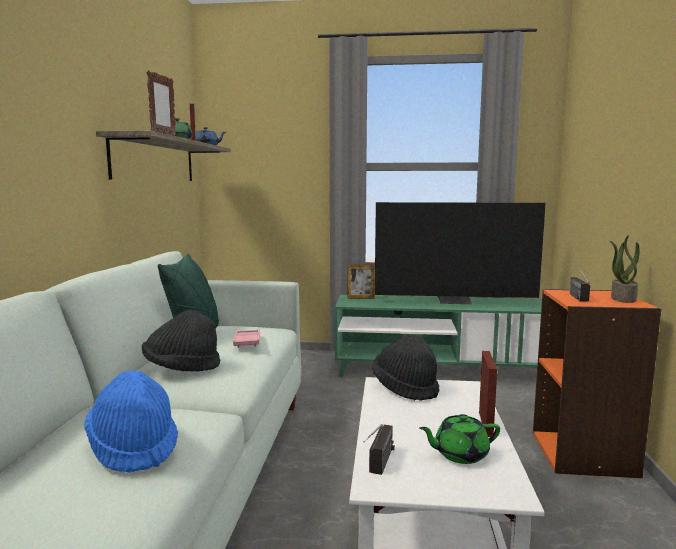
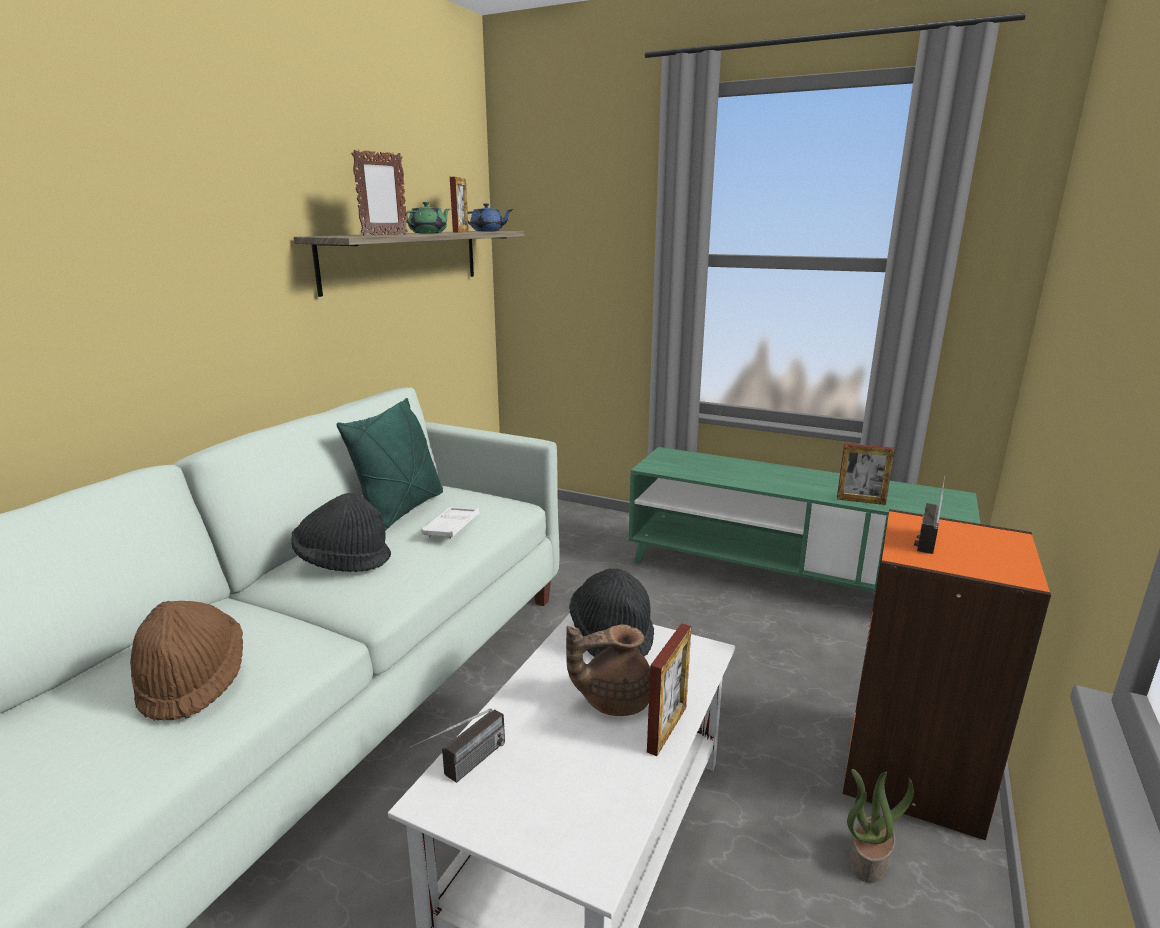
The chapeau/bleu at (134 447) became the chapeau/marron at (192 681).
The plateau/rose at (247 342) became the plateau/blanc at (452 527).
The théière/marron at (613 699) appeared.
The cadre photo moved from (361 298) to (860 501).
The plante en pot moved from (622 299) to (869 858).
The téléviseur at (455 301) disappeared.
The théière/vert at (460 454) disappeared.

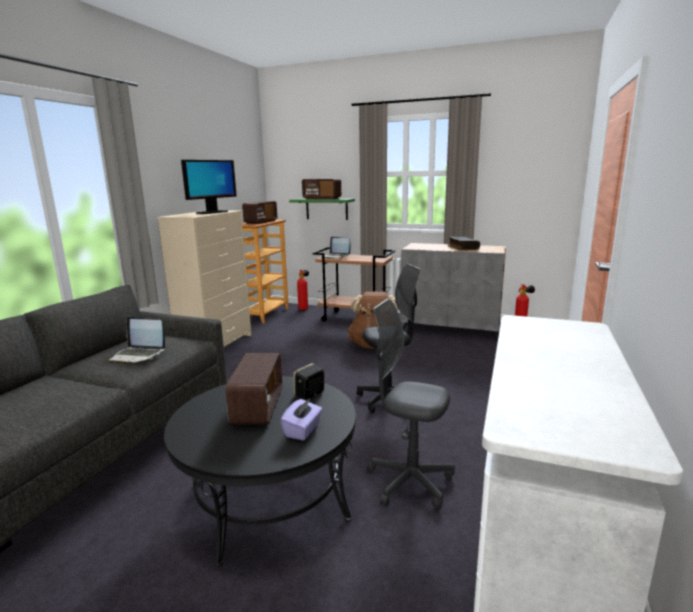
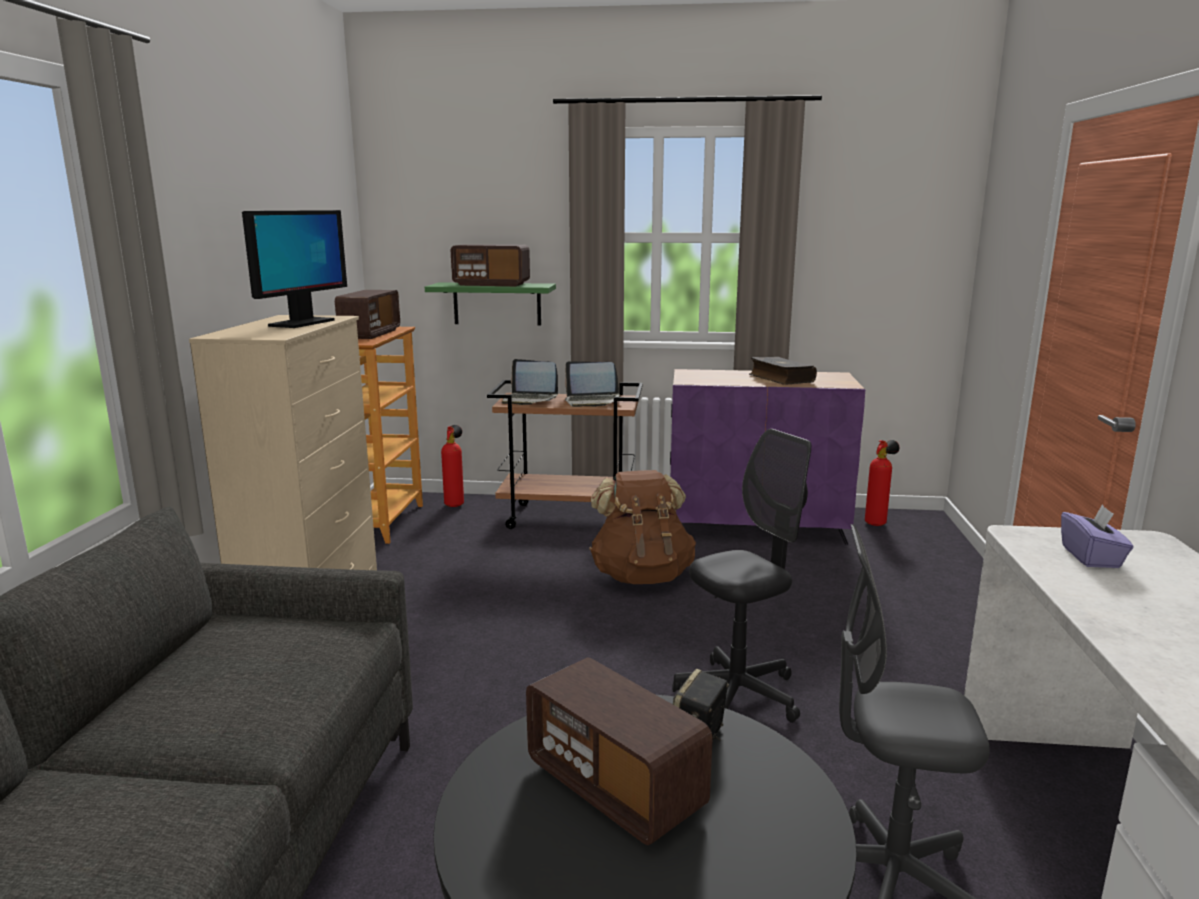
The radio at (258 407) turned 150 degrees clockwise.
The ordinateur portable moved from (138 355) to (593 401).
The meuble de rangement/gris at (450 329) became the meuble de rangement/violet at (756 527).
The boîte à mouchoirs/violet moved from (303 430) to (1091 557).

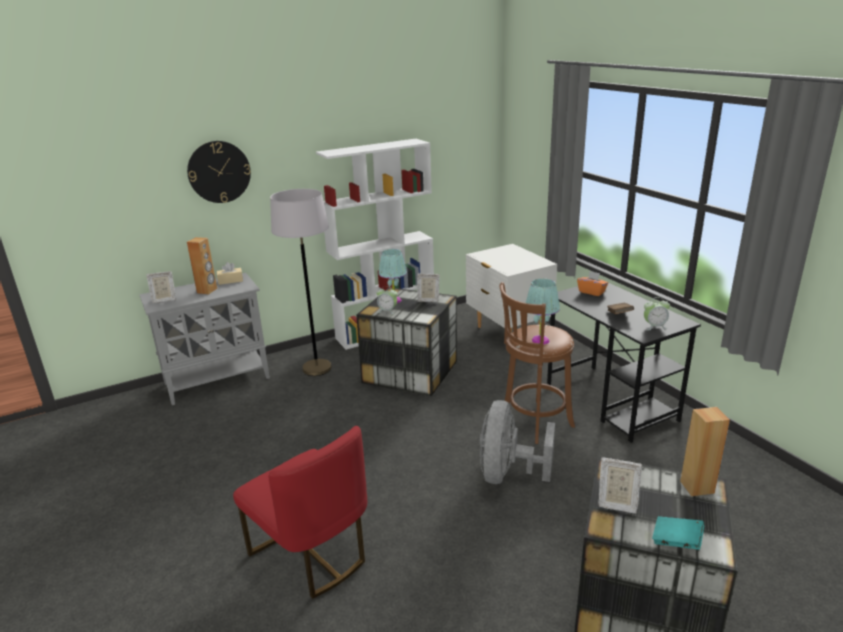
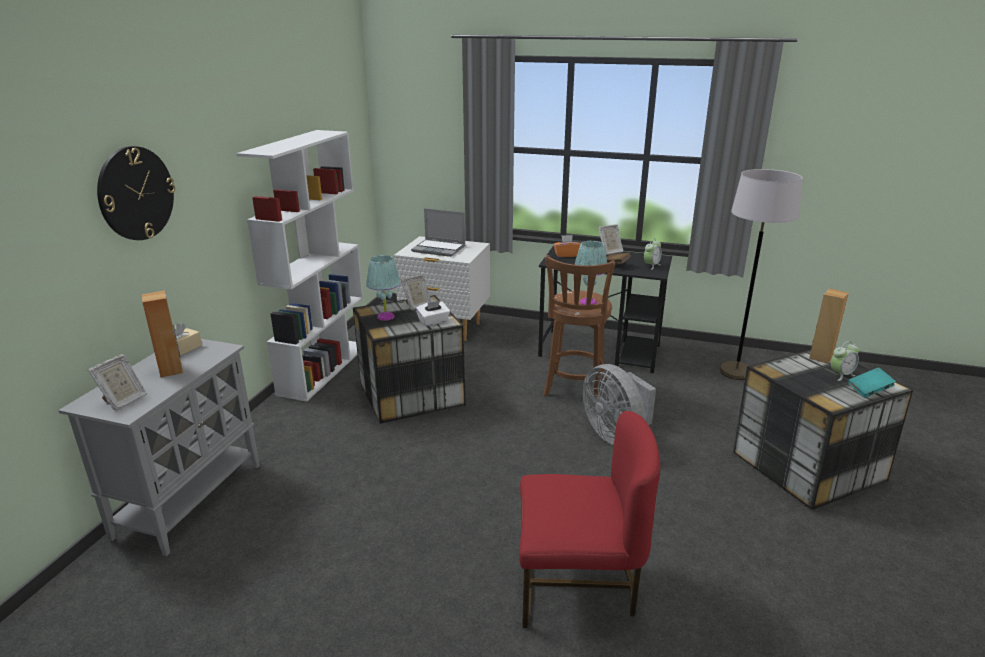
The ordinateur portable at (439 249) appeared.
The boîte à mouchoirs/blanc at (433 321) appeared.
The cadre photo moved from (616 503) to (609 252).
The lampadaire/gris moved from (317 368) to (736 372).
The réveil moved from (387 311) to (841 375).

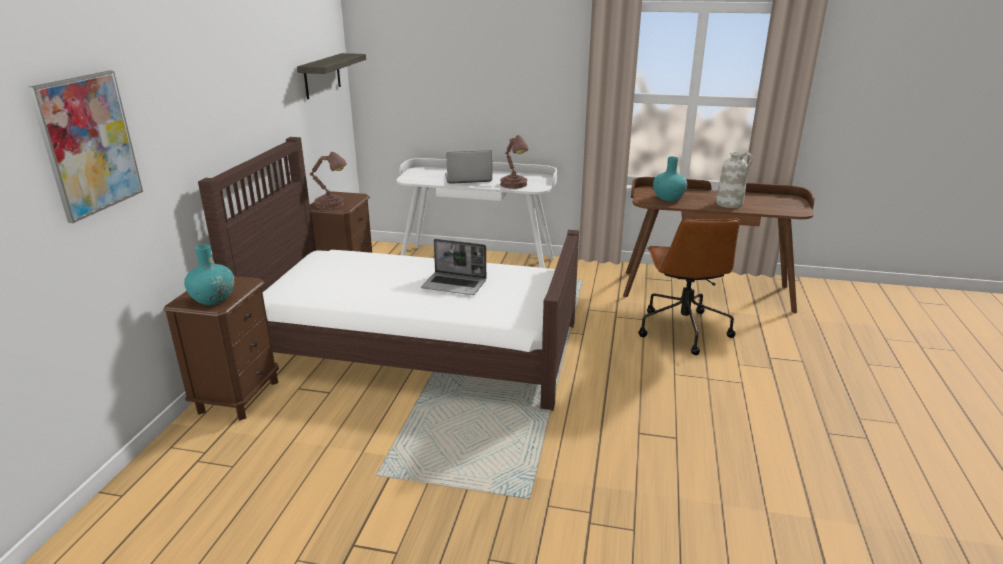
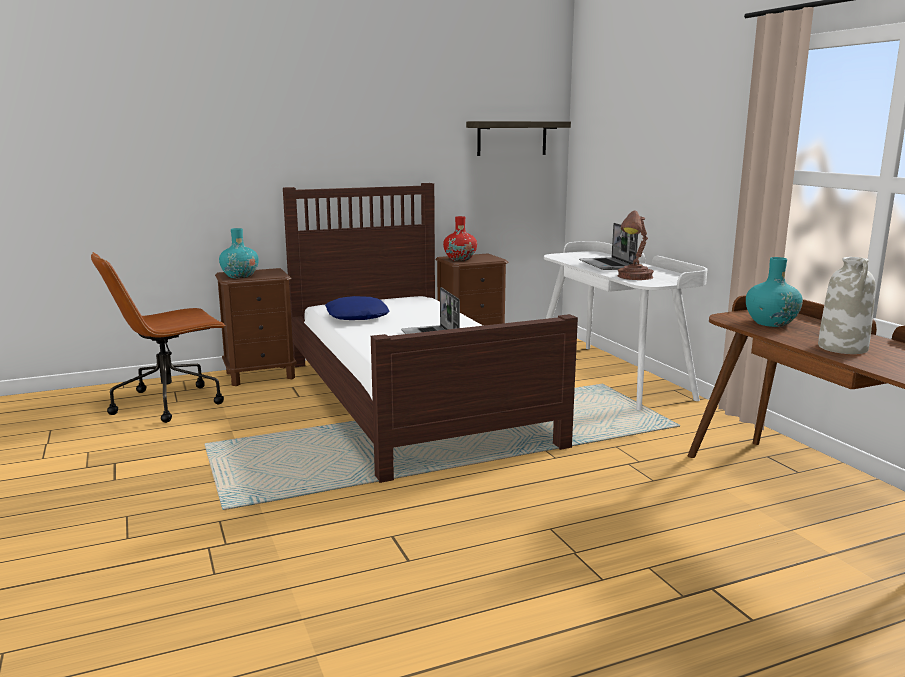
The chaise de bureau/marron moved from (682 329) to (170 403).
The coussin/bleu at (357 316) appeared.
The lampe de table/marron at (332 204) was replaced by the vase/rouge at (460 259).
The ordinateur portable at (467 178) turned 150 degrees counterclockwise.
The tableau at (89 144) disappeared.

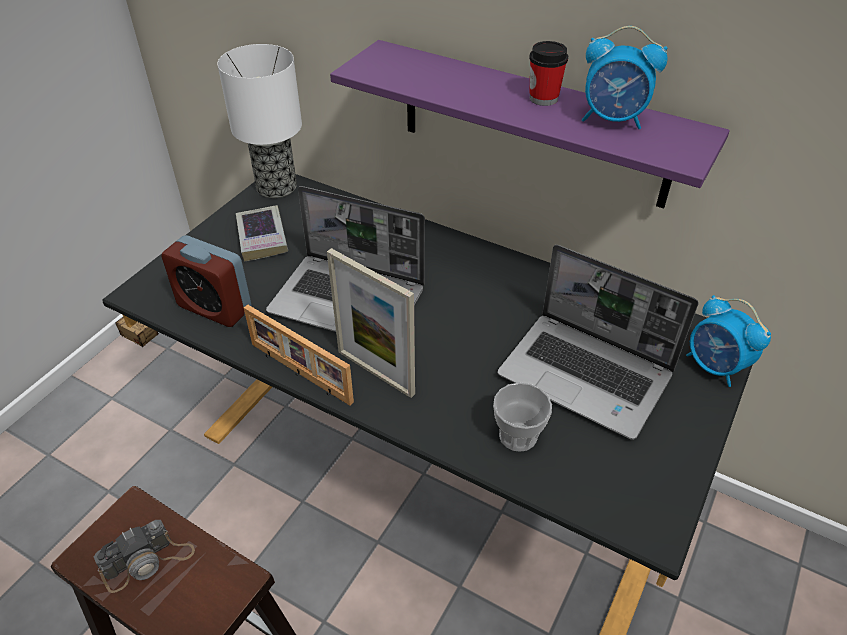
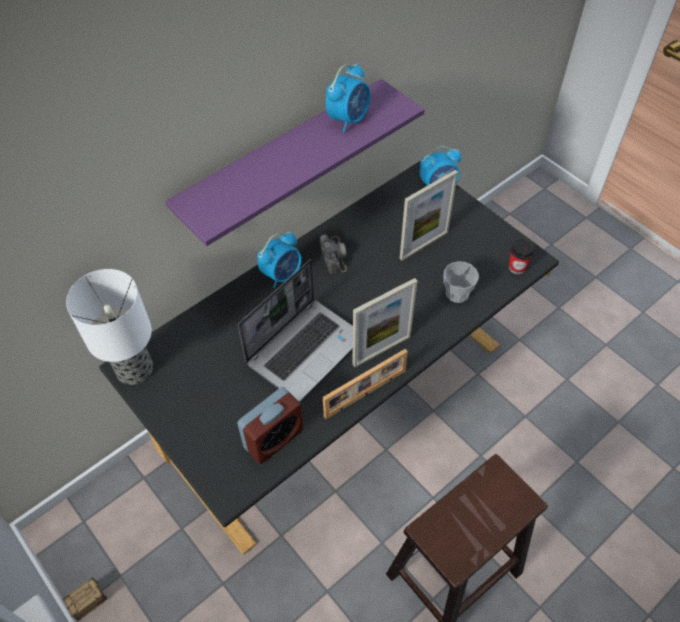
The réveil at (282 275) appeared.
The appareil photo moved from (148 561) to (334 255).
The ordinateur portable at (587 375) was replaced by the cadre photo at (424 245).
The tasse moved from (543 98) to (517 267).
The livre at (262 237) disappeared.

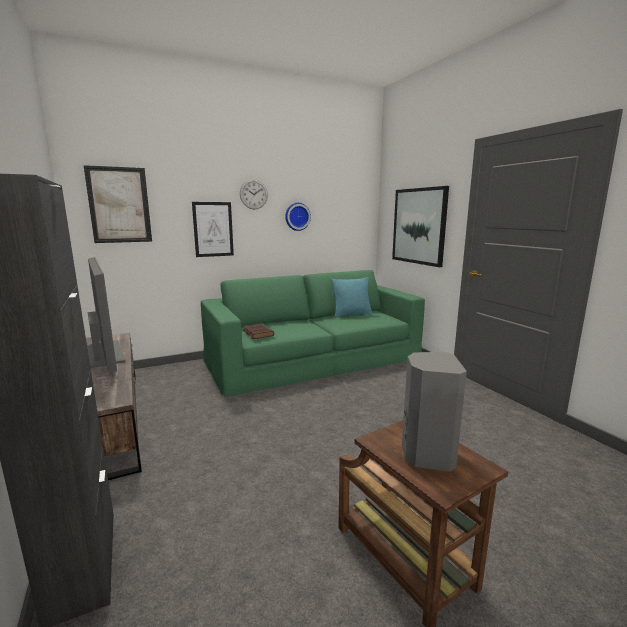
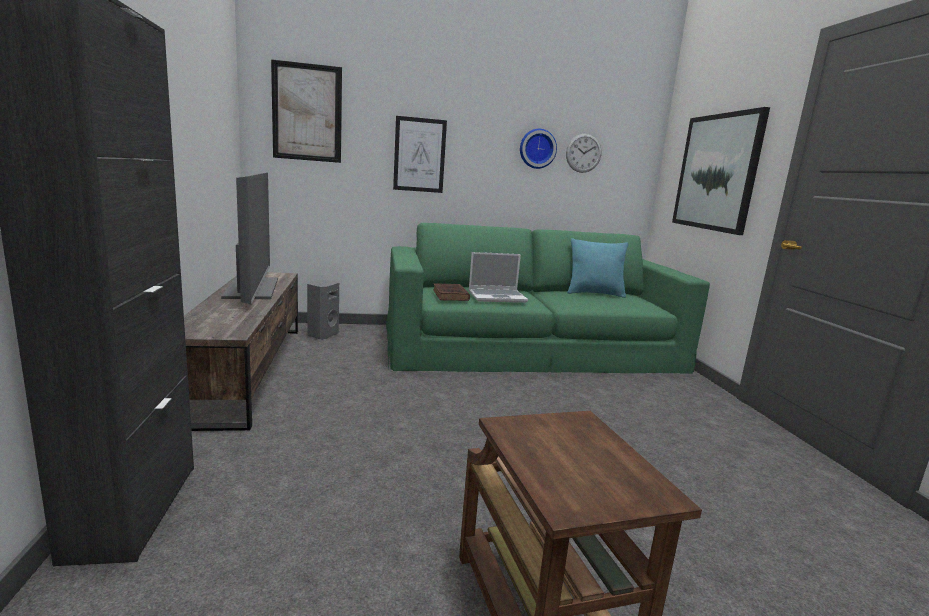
The enceinte/gris moved from (426 455) to (321 335).
The ordinateur portable at (497 297) appeared.
The horloge murale moved from (253 194) to (583 153).

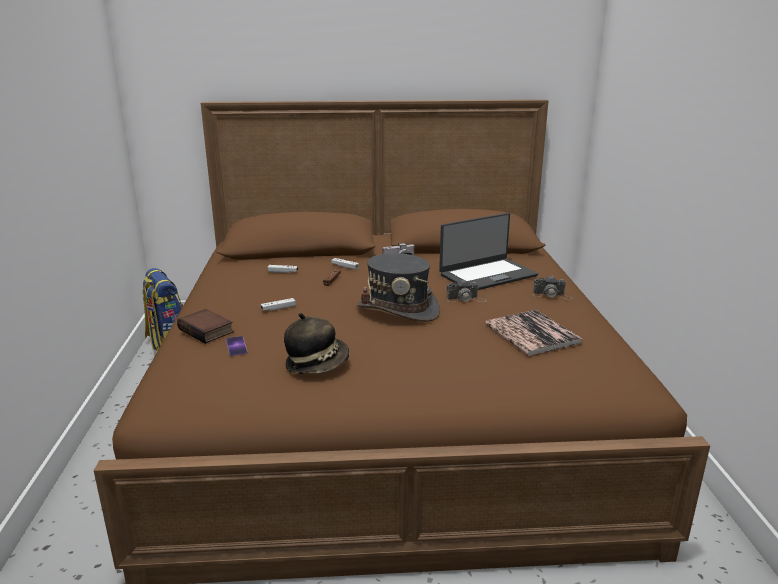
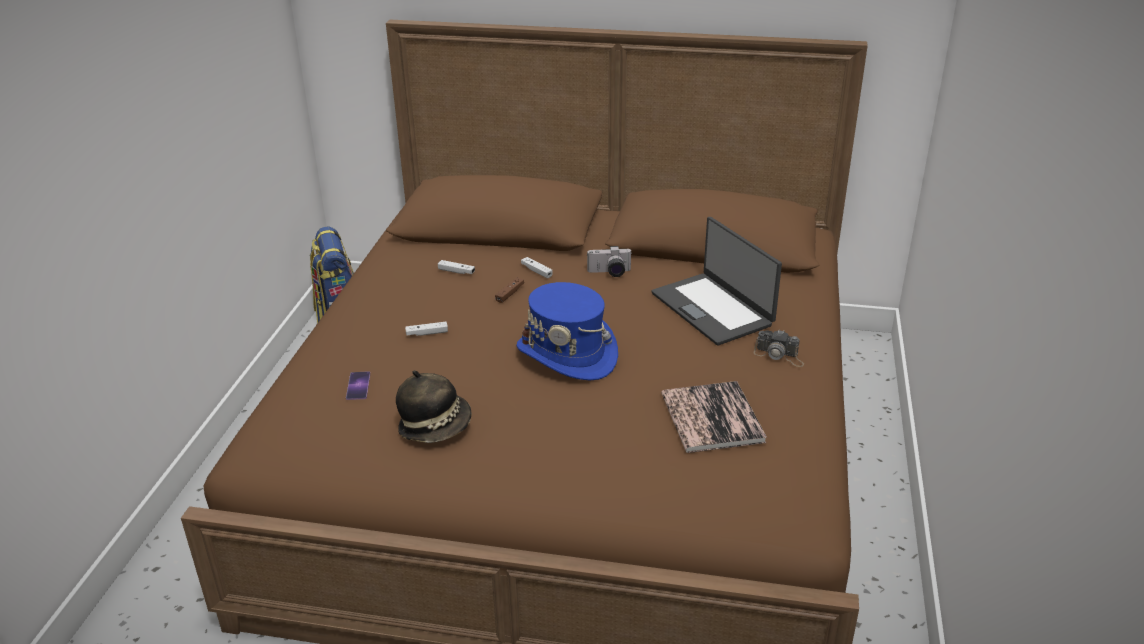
The chapeau/gris at (398 309) became the chapeau/bleu at (567 354).
The ordinateur portable at (487 275) turned 75 degrees clockwise.
The livre at (207 330) disappeared.
The appareil photo at (466 299) disappeared.

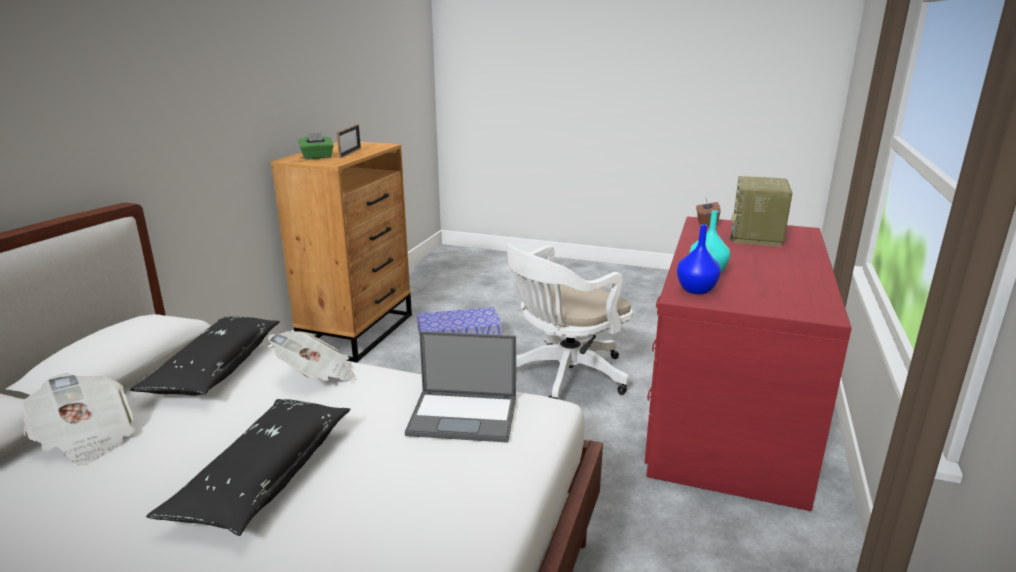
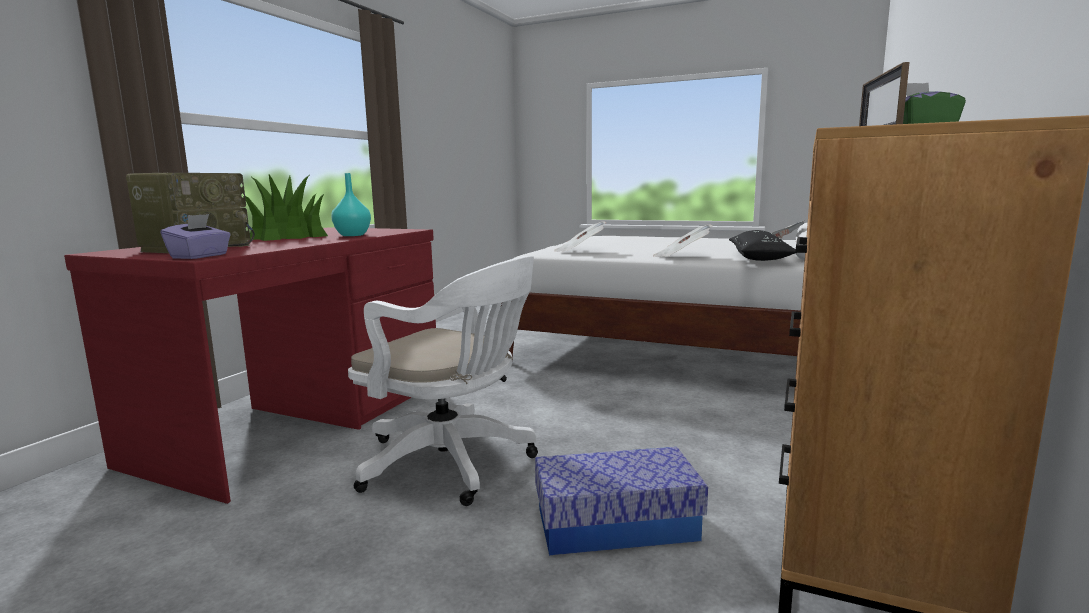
The boîte à mouchoirs/marron at (706 222) became the boîte à mouchoirs/violet at (200 256).
The plante en pot at (286 236) appeared.
The chaise de bureau/blanc at (563 376) turned 60 degrees clockwise.
The ordinateur portable at (464 416) was replaced by the journal at (579 251).
The coussin/noir at (264 476) disappeared.
The vase/bleu at (695 290) disappeared.

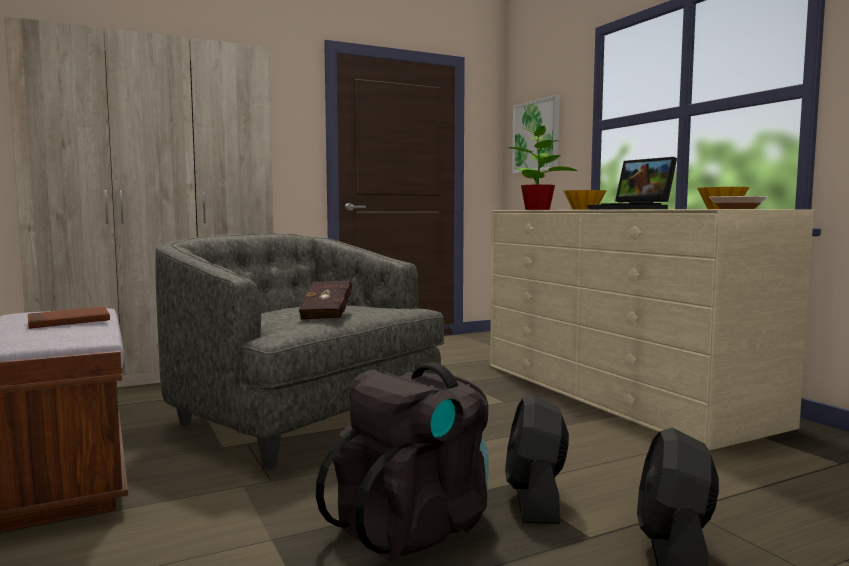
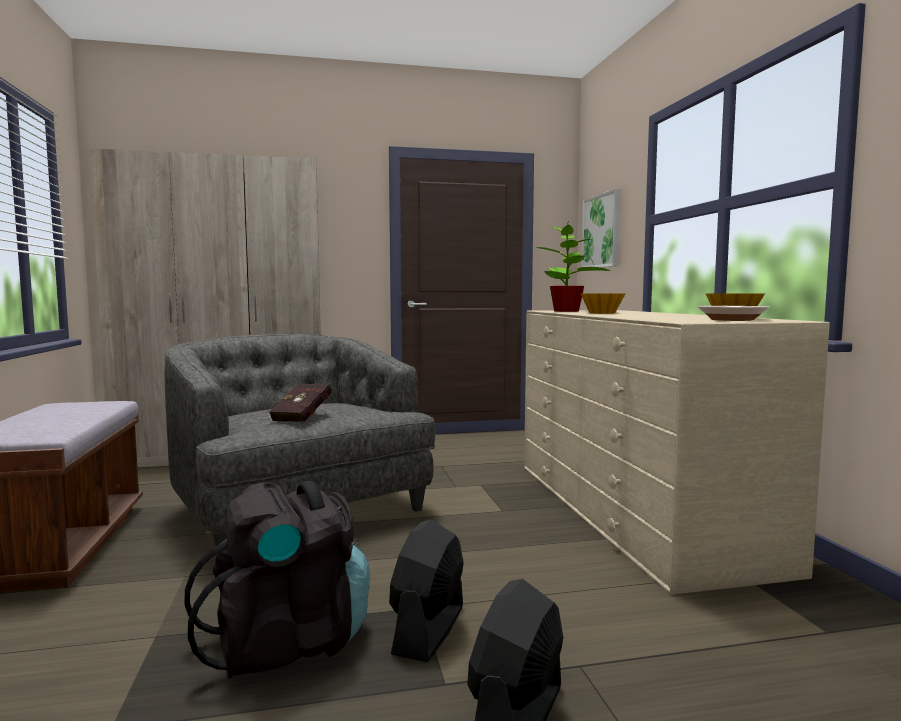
The livre/marron at (69 322) disappeared.
The ordinateur portable at (633 209) disappeared.

